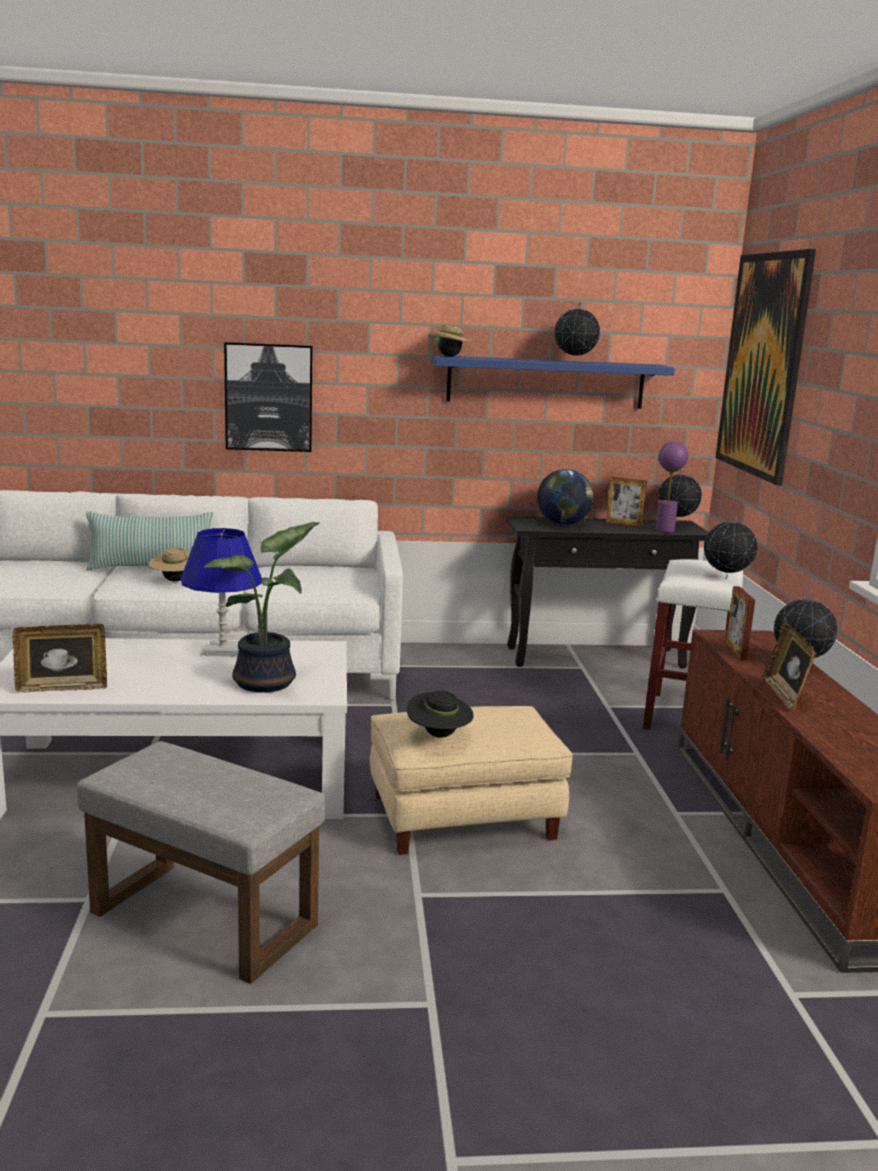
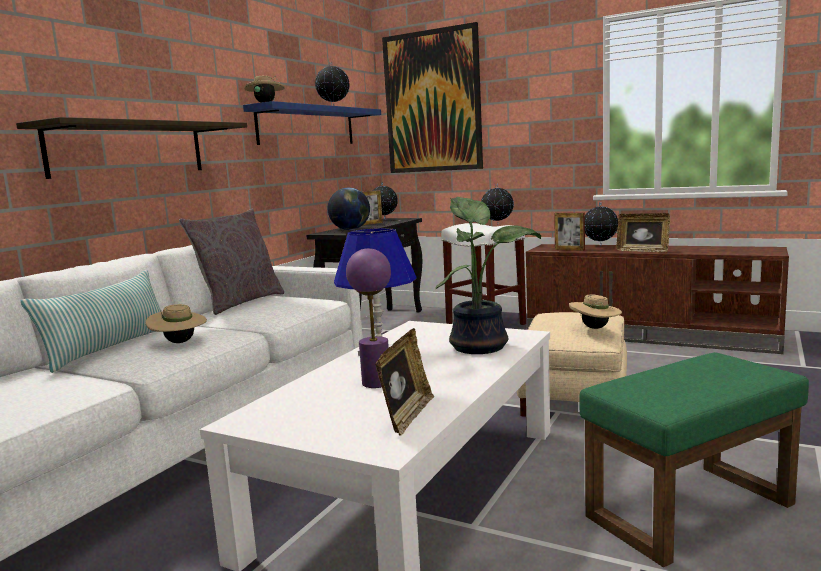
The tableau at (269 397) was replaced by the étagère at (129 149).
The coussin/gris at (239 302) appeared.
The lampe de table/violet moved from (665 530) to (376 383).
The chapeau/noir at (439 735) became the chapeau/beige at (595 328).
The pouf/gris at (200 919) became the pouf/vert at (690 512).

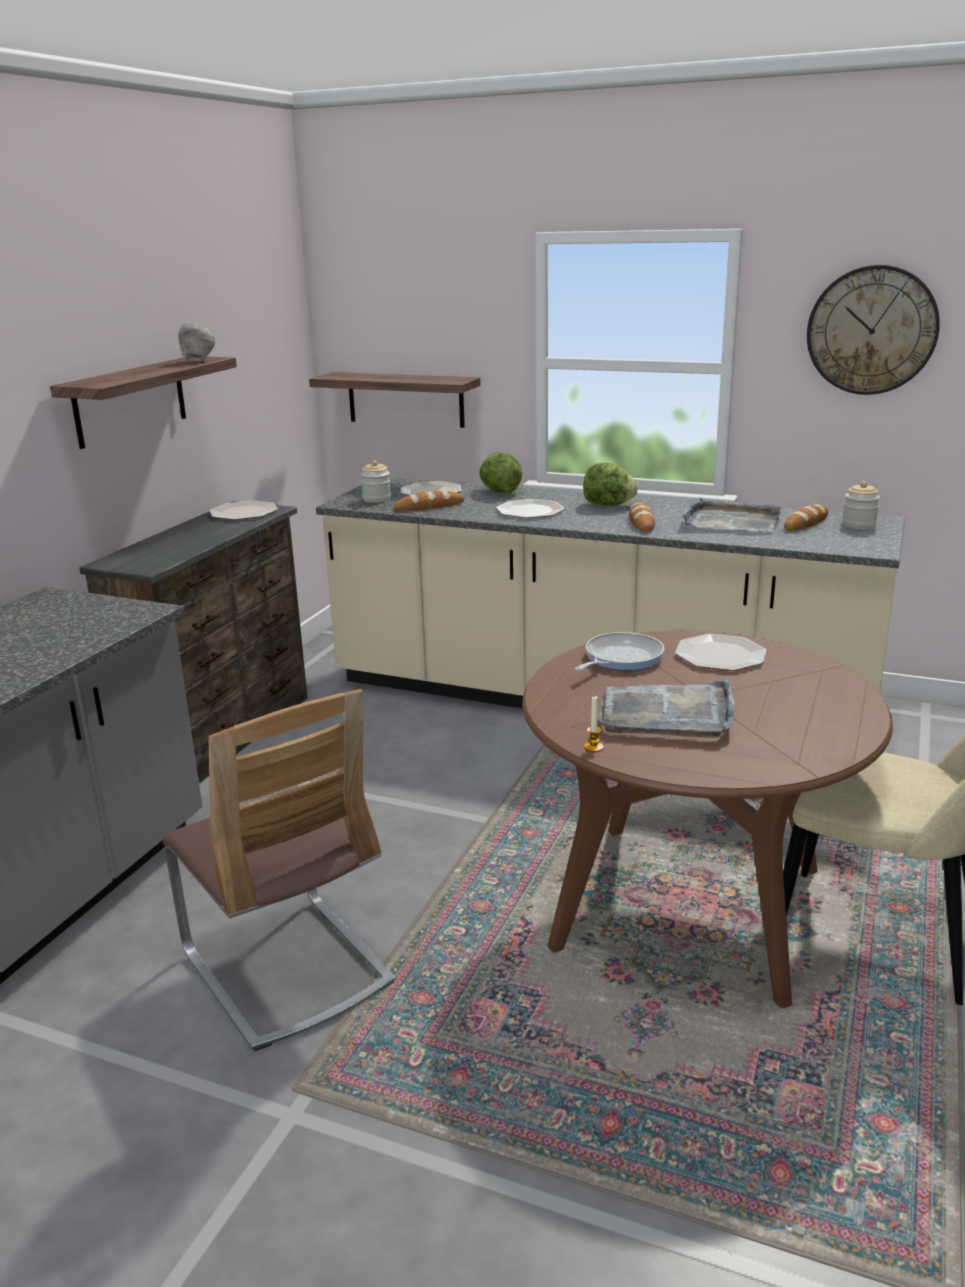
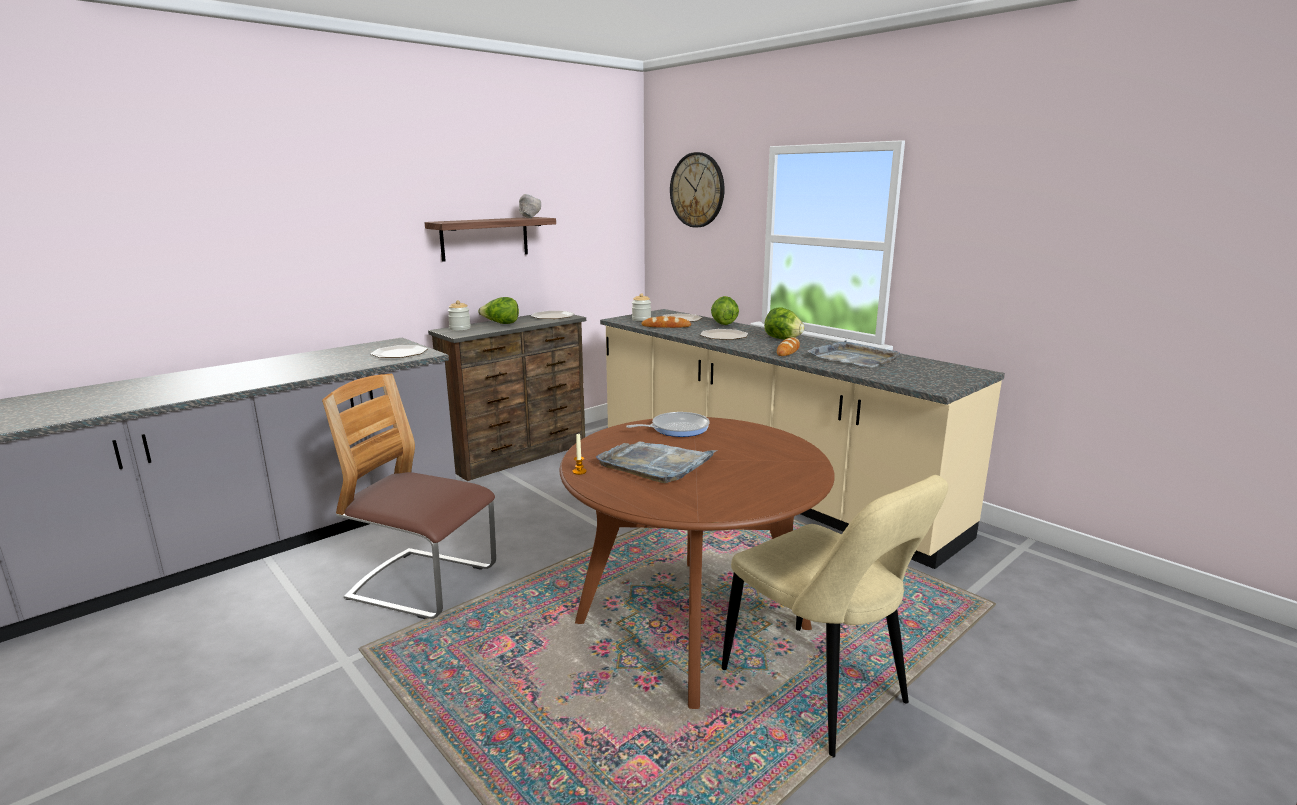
The chaise at (287 968) turned 120 degrees clockwise.
The assiette moved from (719 655) to (399 353).
The bocal moved from (858 525) to (460 328).
The laitue at (501 324) appeared.
The horloge murale moved from (871 330) to (697 190).
The étagère at (405 399) disappeared.
The pain at (806 523) disappeared.

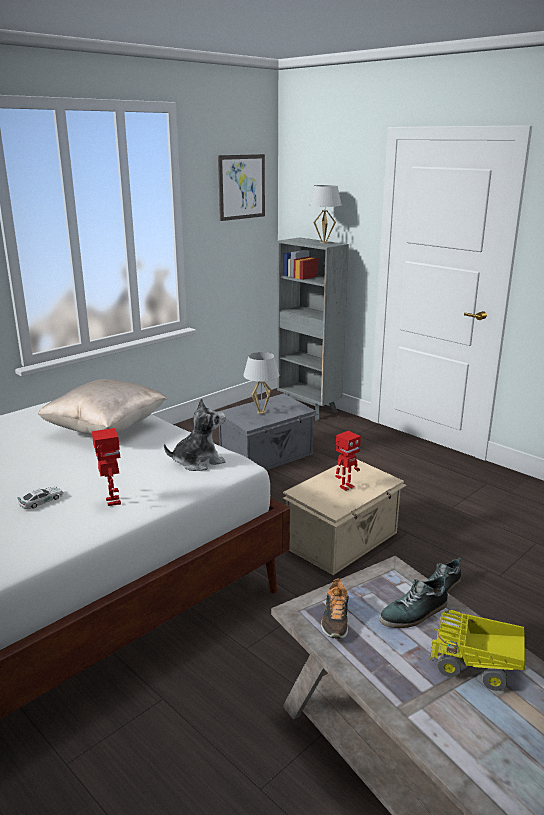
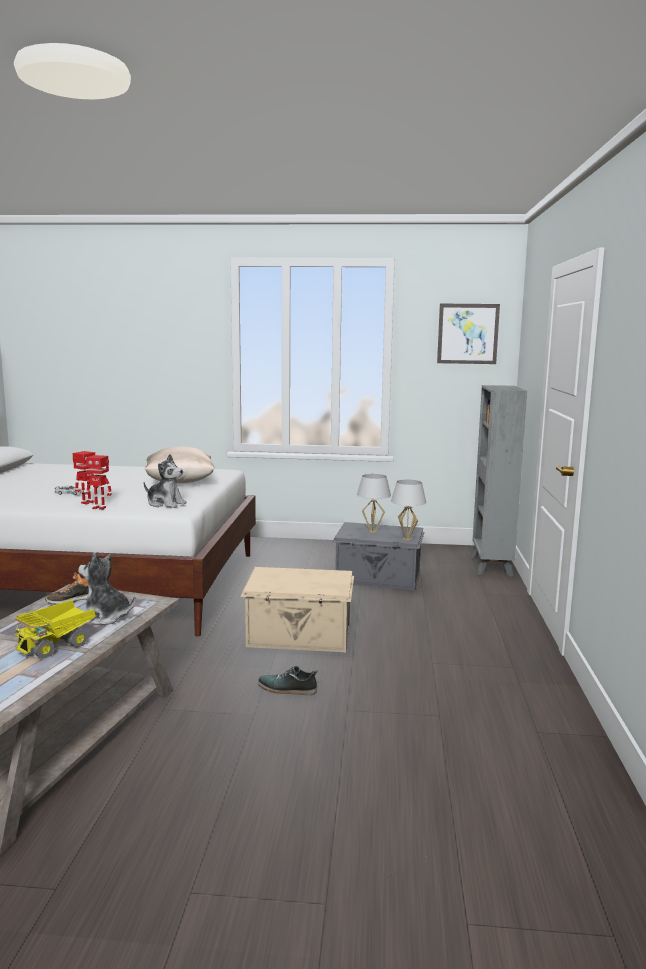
The camion jouet at (477 667) turned 120 degrees counterclockwise.
The chaussure at (414 613) was replaced by the peluche at (106 617).
The robot jouet moved from (346 487) to (99 508).
The lampe de table/blanc moved from (324 242) to (407 539).

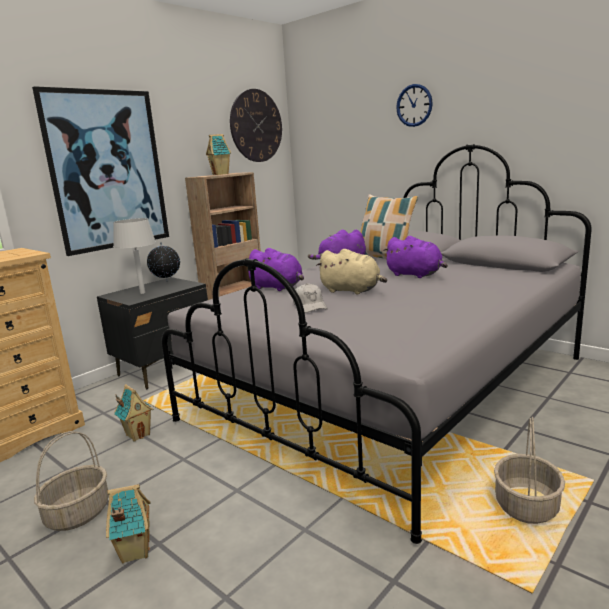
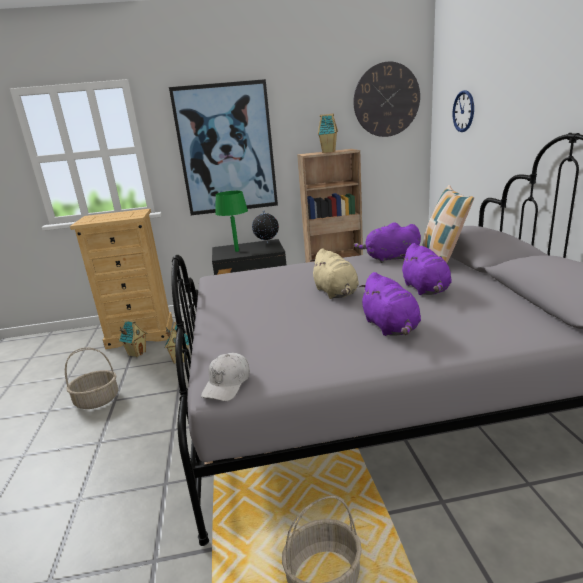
The maison miniature moved from (134 551) to (137 353).
The casquette/blanc moved from (310 306) to (227 384).
The lampe de table/gris at (142 293) became the lampe de table/vert at (237 251).
The peluche/violet moved from (278 287) to (391 327).
The horloge murale moved from (414 105) to (463 111).

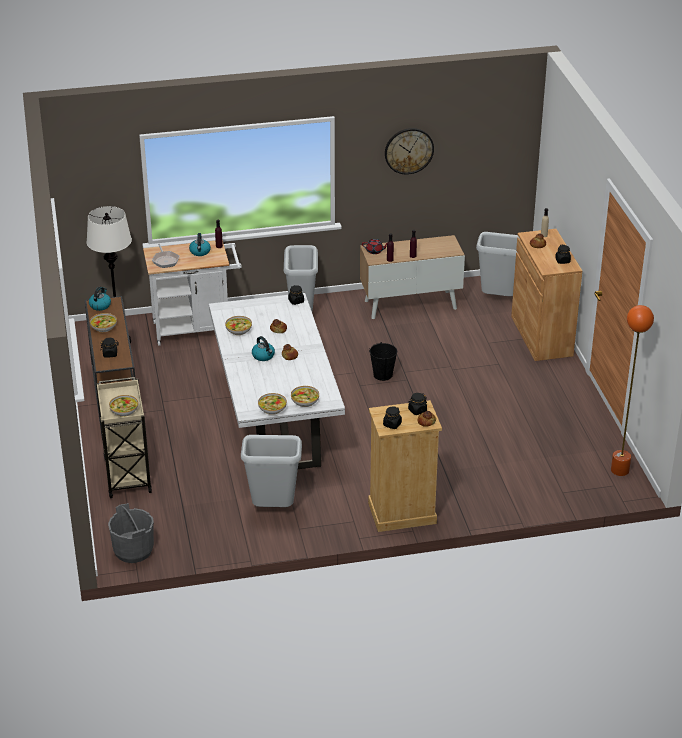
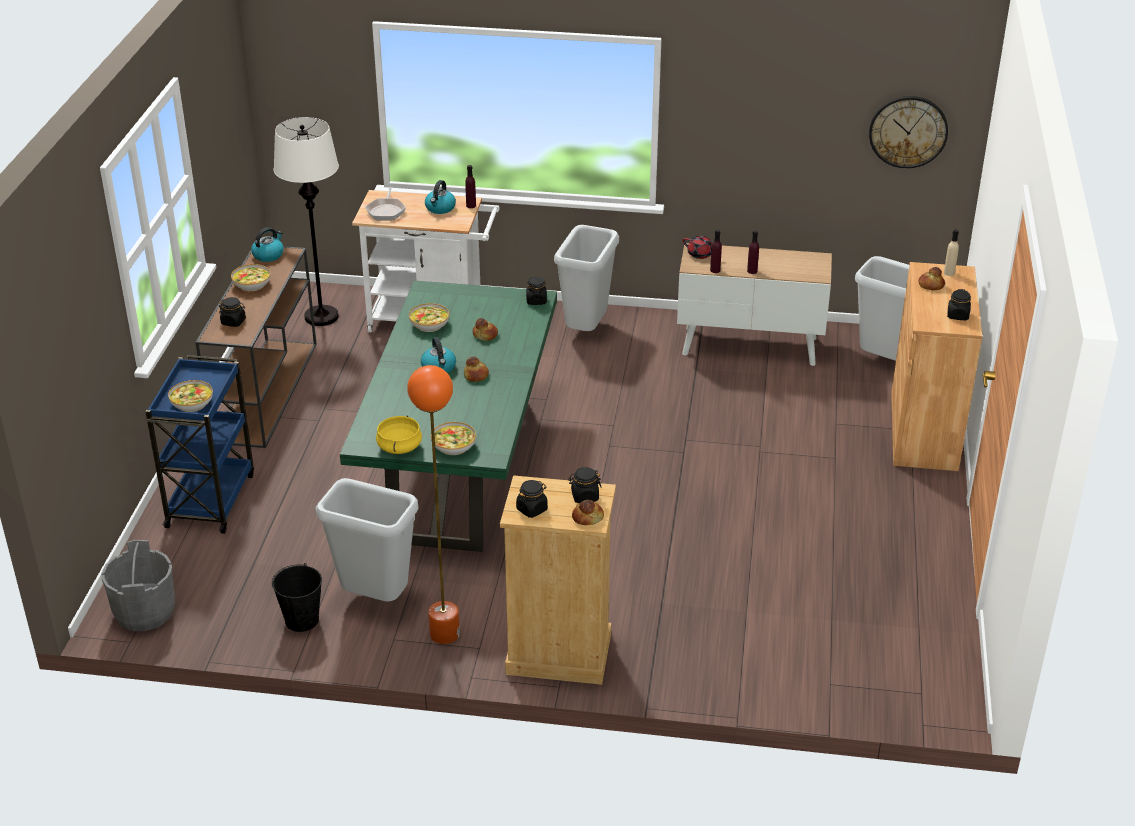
The chariot/beige at (127 474) became the chariot/bleu at (211 499).
The seau/noir moved from (383 375) to (302 620).
The table à manger/blanc at (276 419) became the table à manger/vert at (461 468).
The bol at (272 408) was replaced by the marmite/jaune at (400 447).
The lampadaire/orange moved from (619 470) to (444 634).
The horloge murale moved from (409 150) to (908 131).

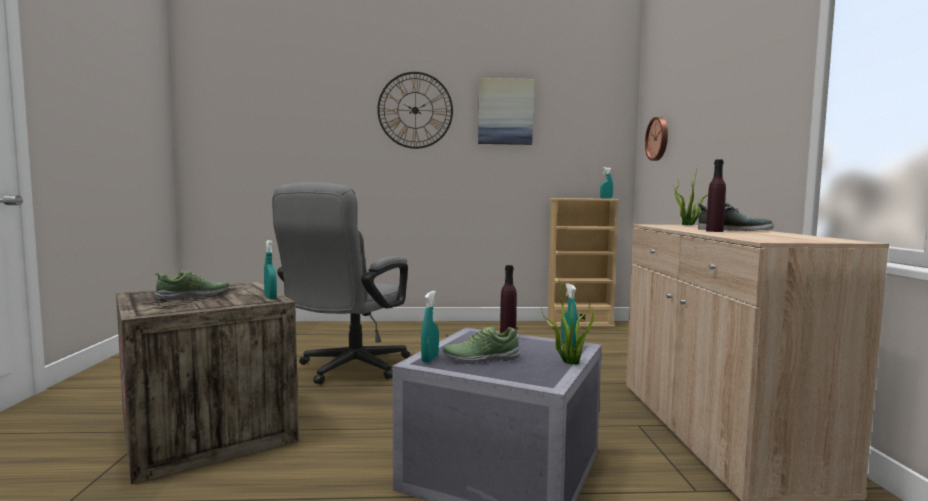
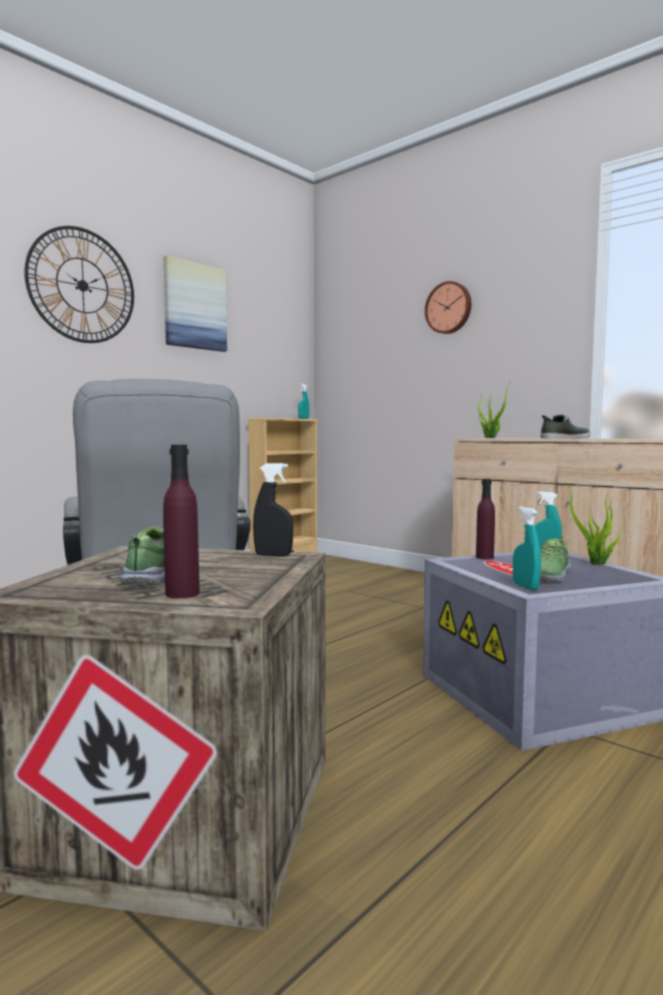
The bouteille/violet moved from (714 231) to (182 594).
The vaporisateur/turquoise at (270 297) became the vaporisateur/noir at (273 555).
The horloge murale moved from (658 139) to (449 308).

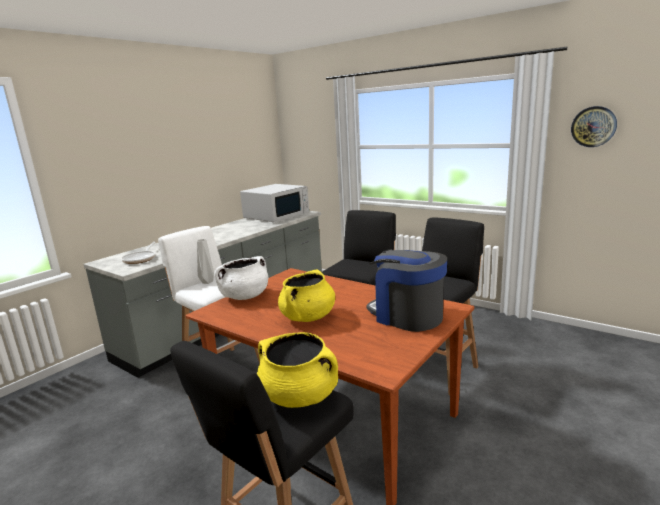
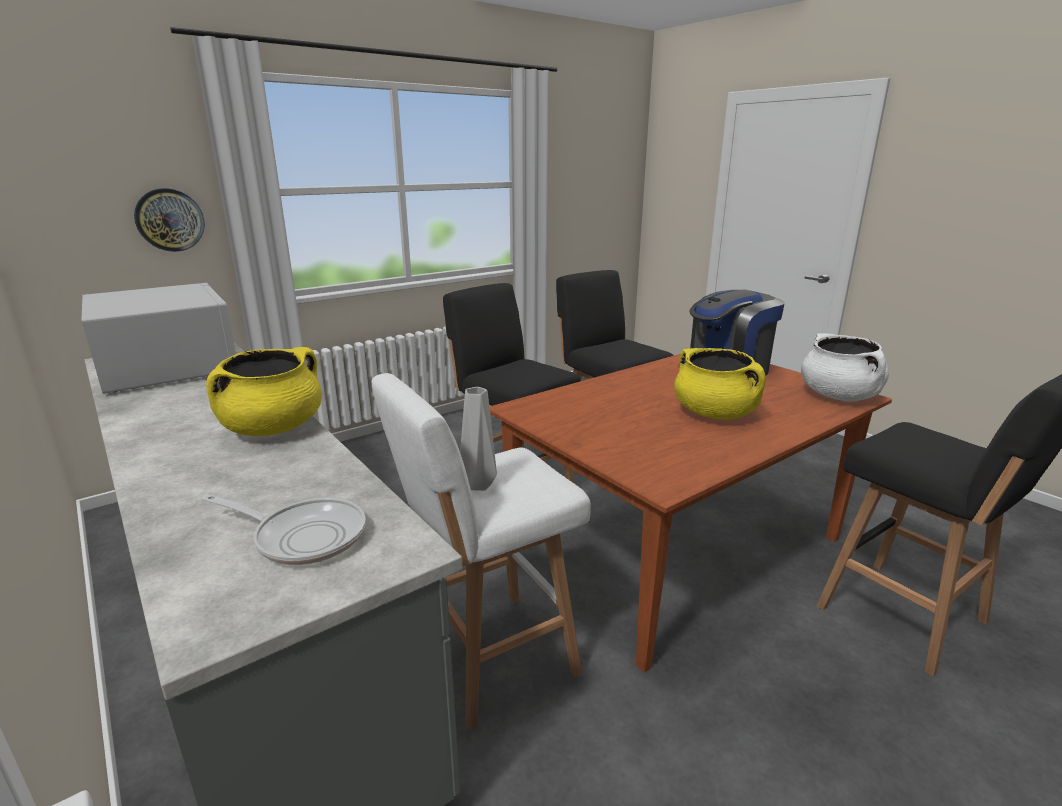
The horloge murale moved from (593 126) to (169 220).
The marmite/jaune moved from (300 396) to (273 428).
The marmite/blanc moved from (244 296) to (839 396).

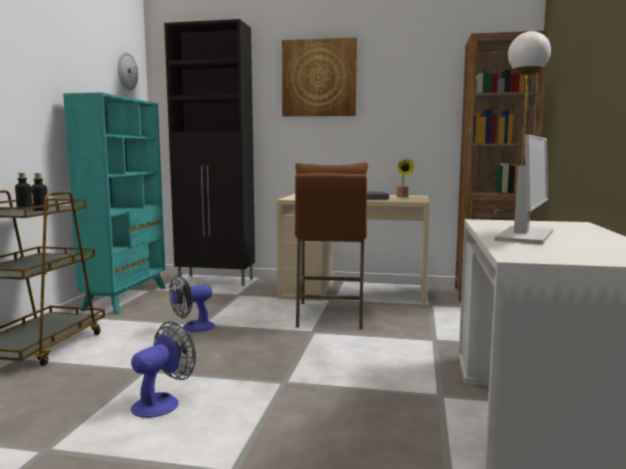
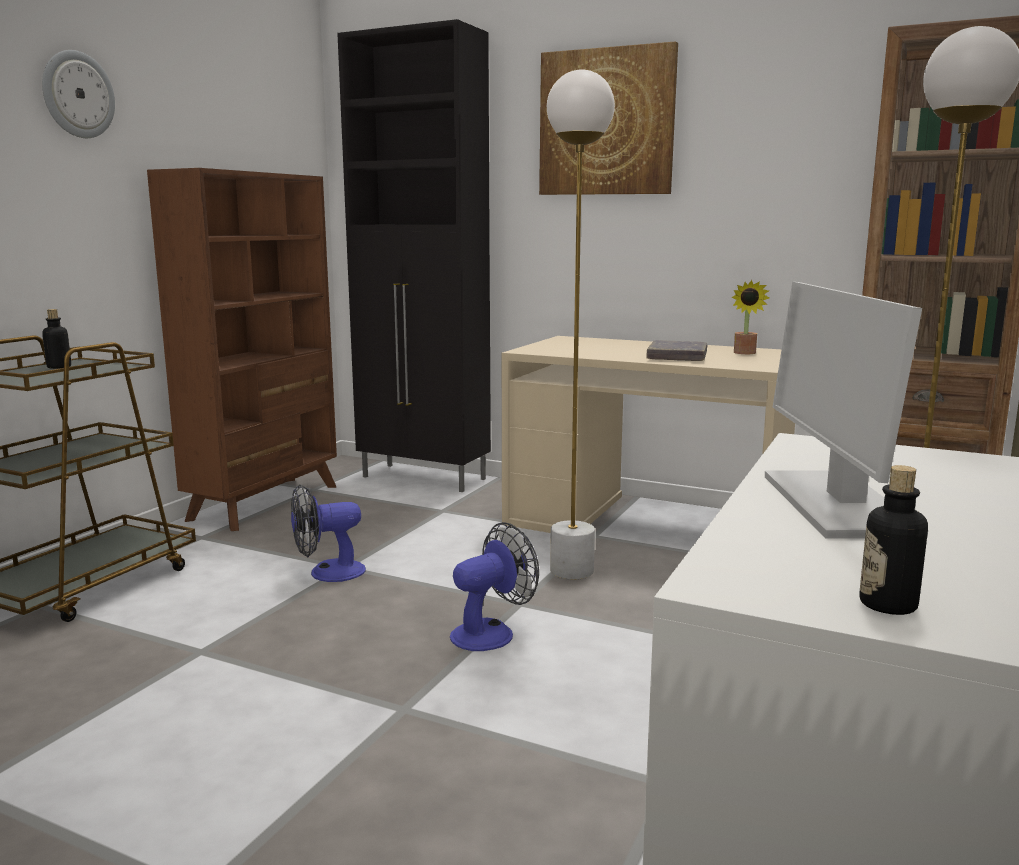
The horloge murale moved from (126 71) to (77 95).
The bibliothèque/turquoise at (127 298) became the bibliothèque/marron at (266 502).
The ventilateur moved from (162 402) to (491 632).
The tabouret/marron at (330 315) was replaced by the lampadaire/blanc at (571 571).
The écran d'ordinateur at (525 236) turned 135 degrees clockwise.
The bouteille moved from (40 210) to (888 604).

